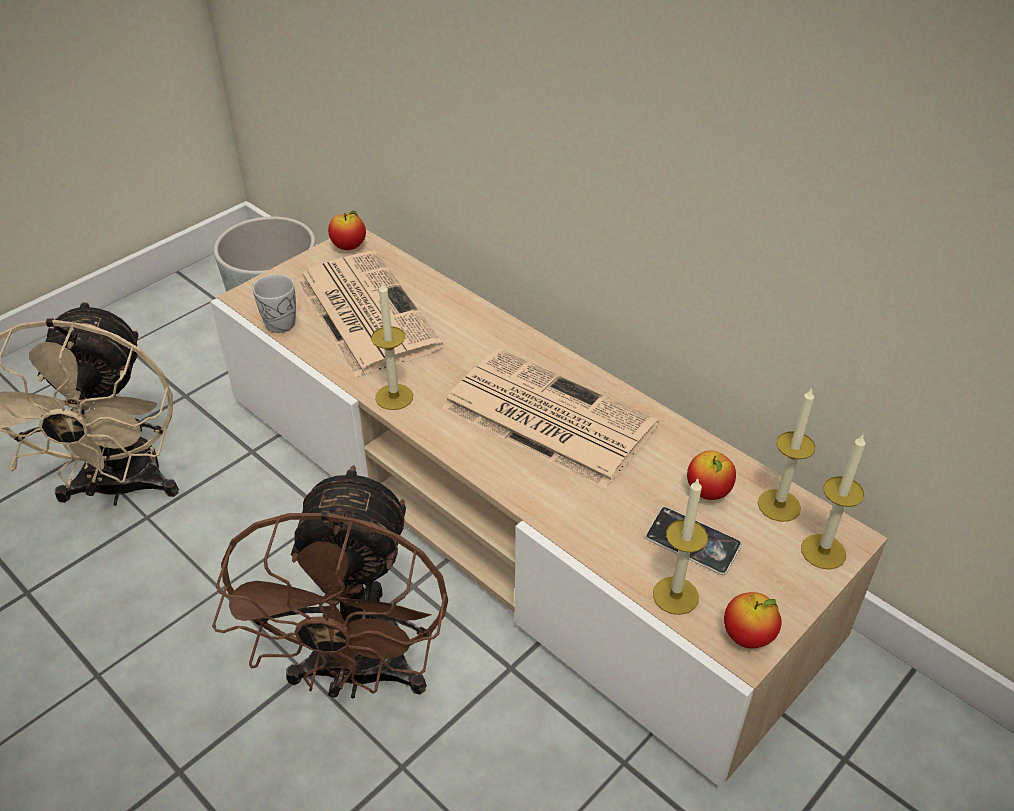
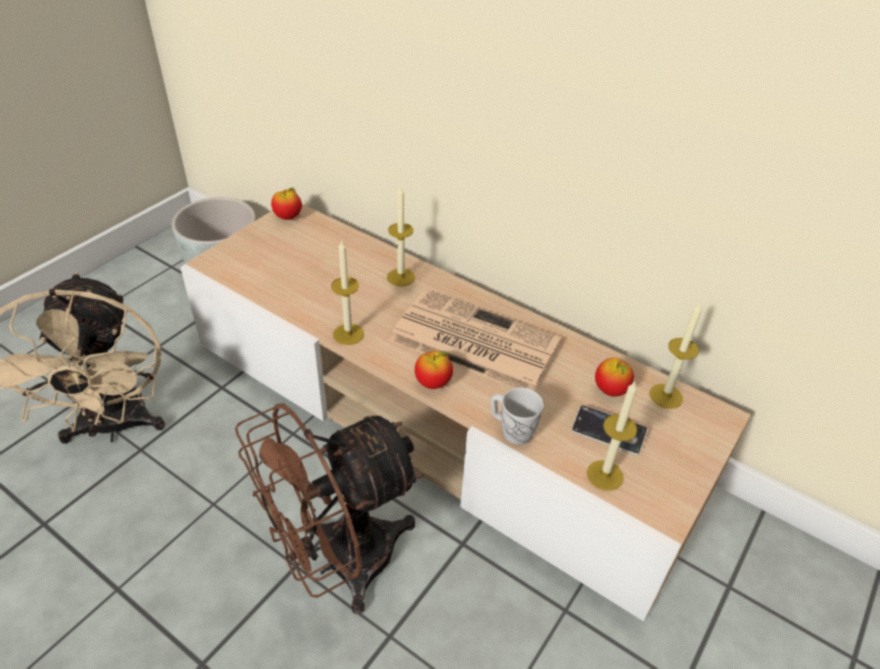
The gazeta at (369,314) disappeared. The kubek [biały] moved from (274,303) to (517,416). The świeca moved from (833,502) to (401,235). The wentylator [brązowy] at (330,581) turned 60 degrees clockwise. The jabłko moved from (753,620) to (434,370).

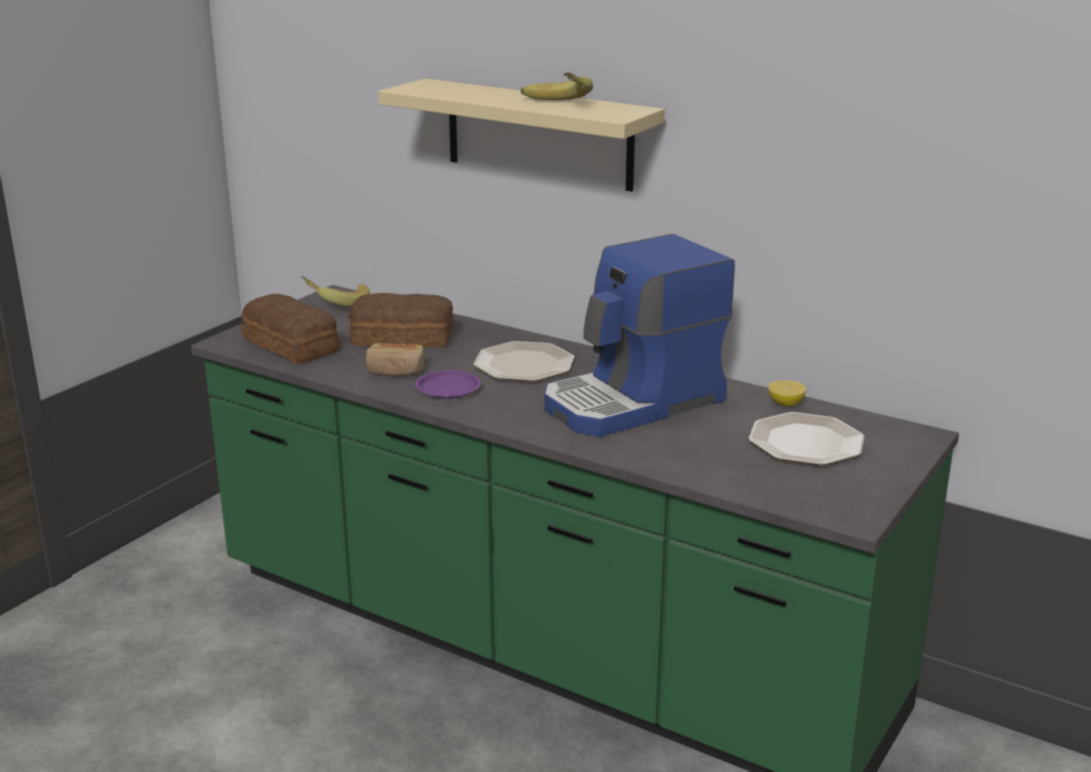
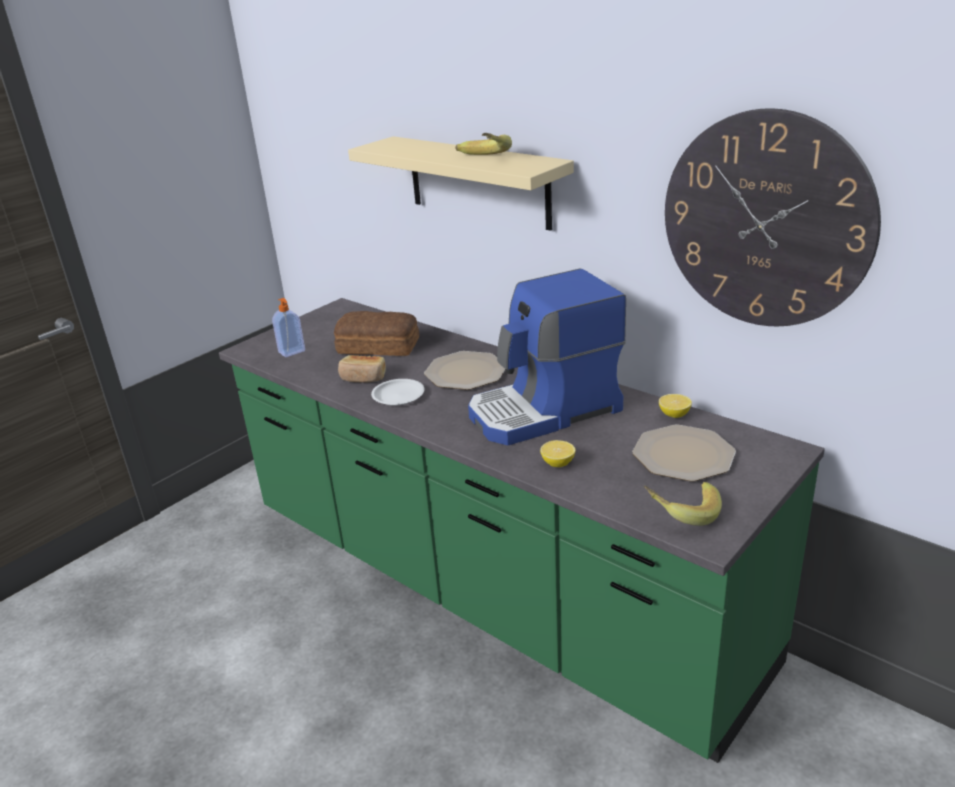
The banan moved from (335,291) to (682,504). The chleb at (290,329) was replaced by the dozownik mydła at (288,327). The talerz [fioletowy] at (448,384) became the talerz [biały] at (398,392). The zegar ścienny at (773,217) appeared. The cytryna at (558,453) appeared.

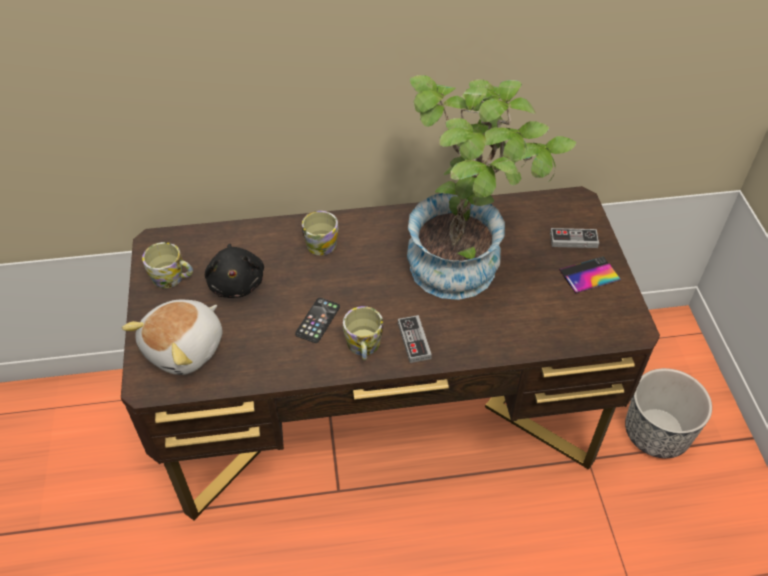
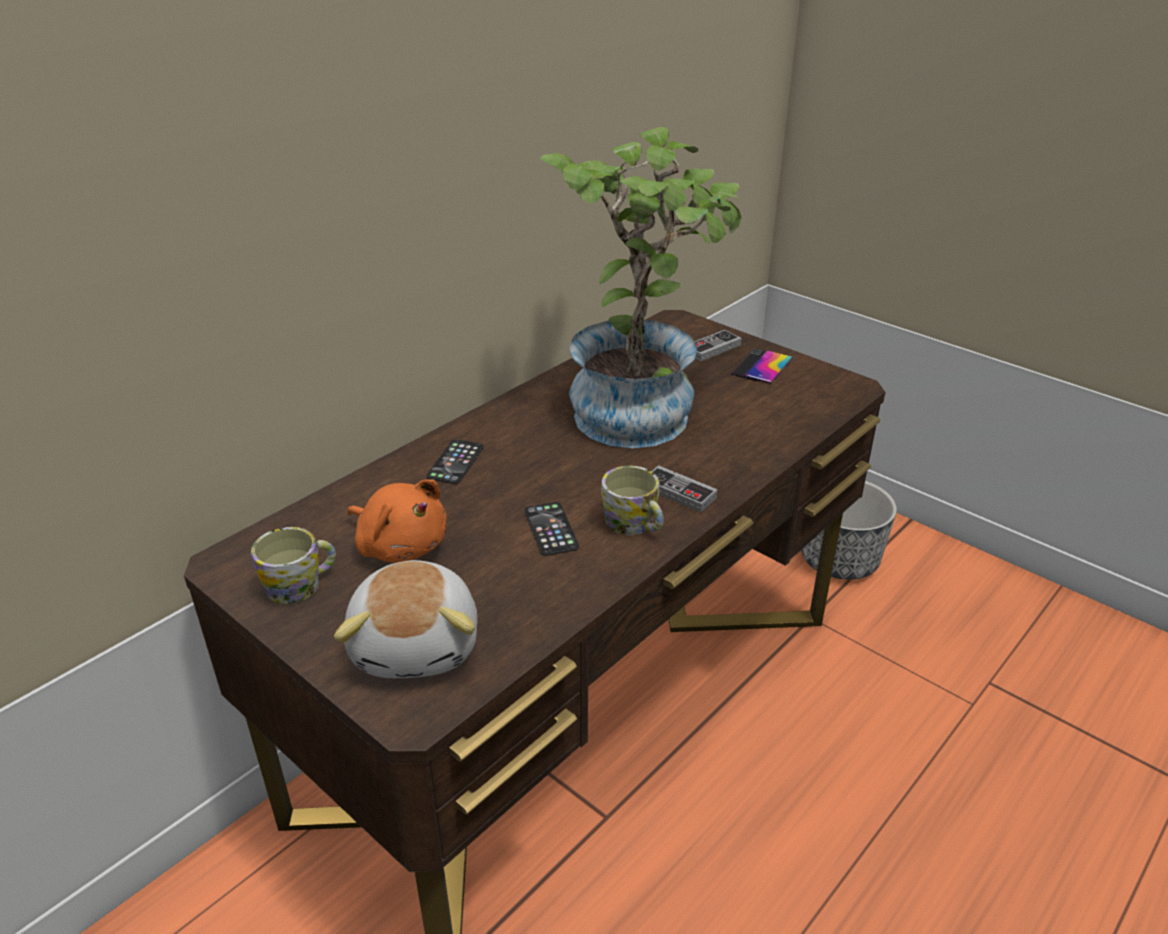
The kubek at (320,233) was replaced by the telefon at (454,461). The pluszak [czarny] at (234,271) became the pluszak [pomarańczowy] at (397,521).

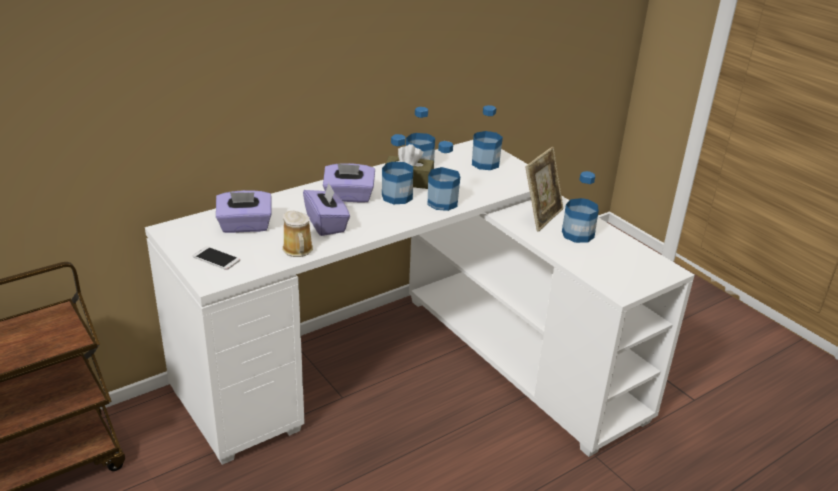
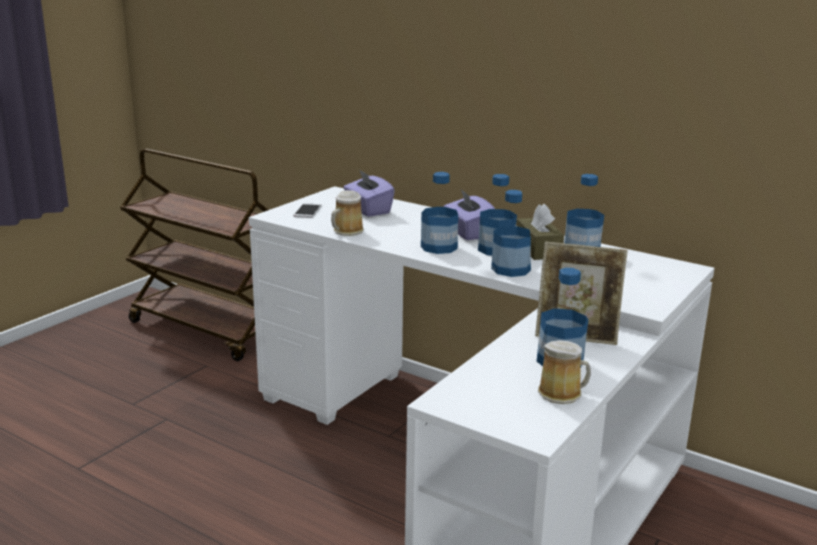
The butelka moved from (487,137) to (439,213). The pudełko chusteczek [fioletowy] at (326,209) disappeared. The kubek at (564,372) appeared.

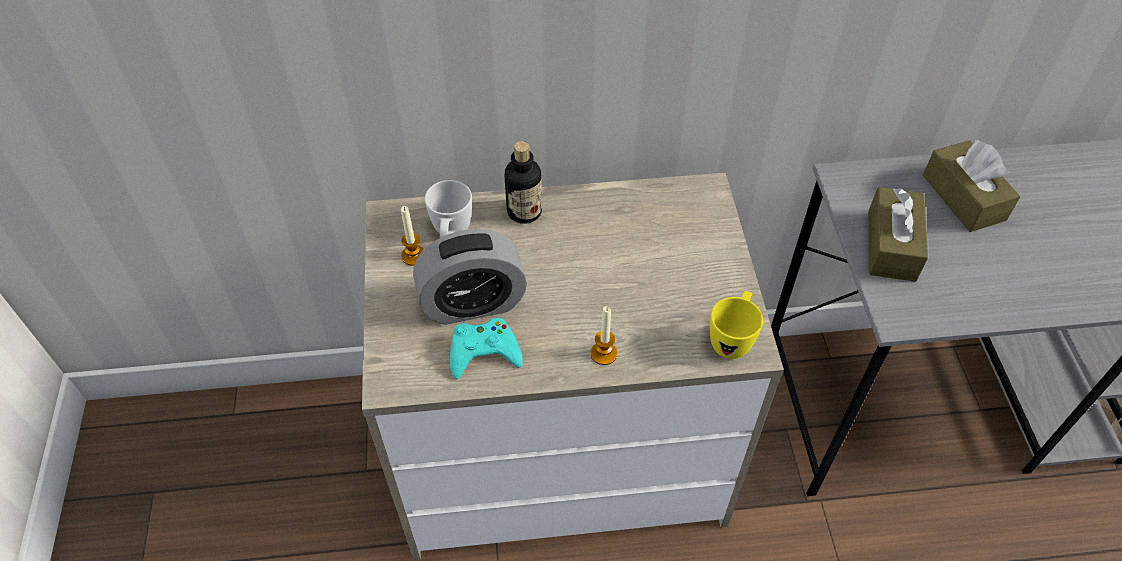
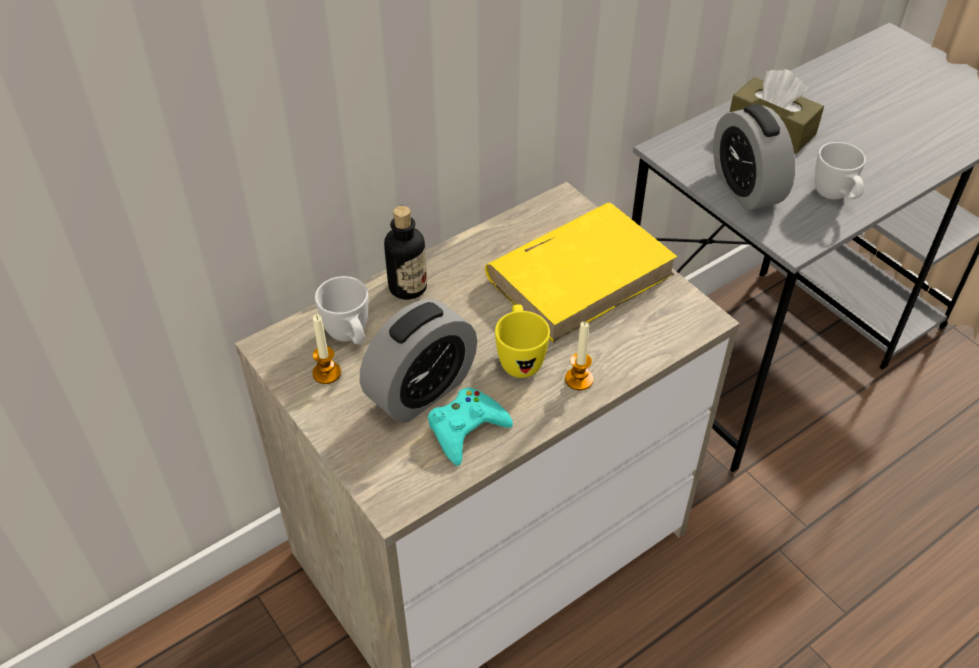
The pudełko chusteczek [brązowy] at (898,234) was replaced by the budzik at (754,157). The kubek [żółty] moved from (736,325) to (522,341). The kubek [biały] at (840,170) appeared. The książka [żółty] at (581,273) appeared.

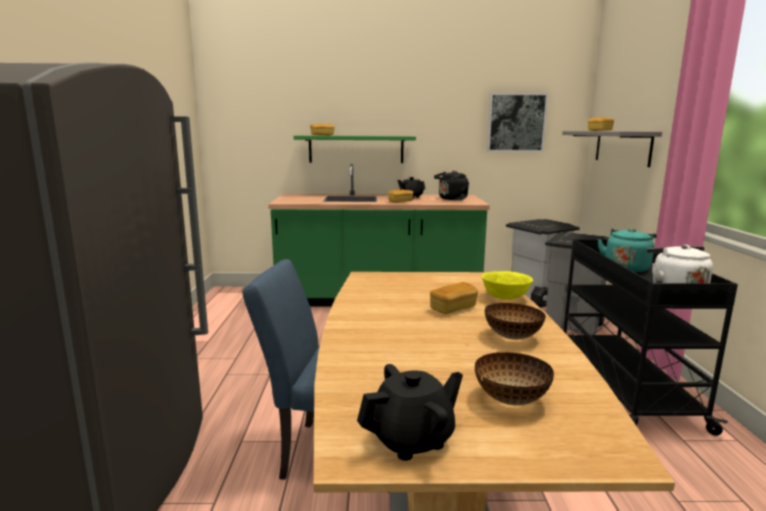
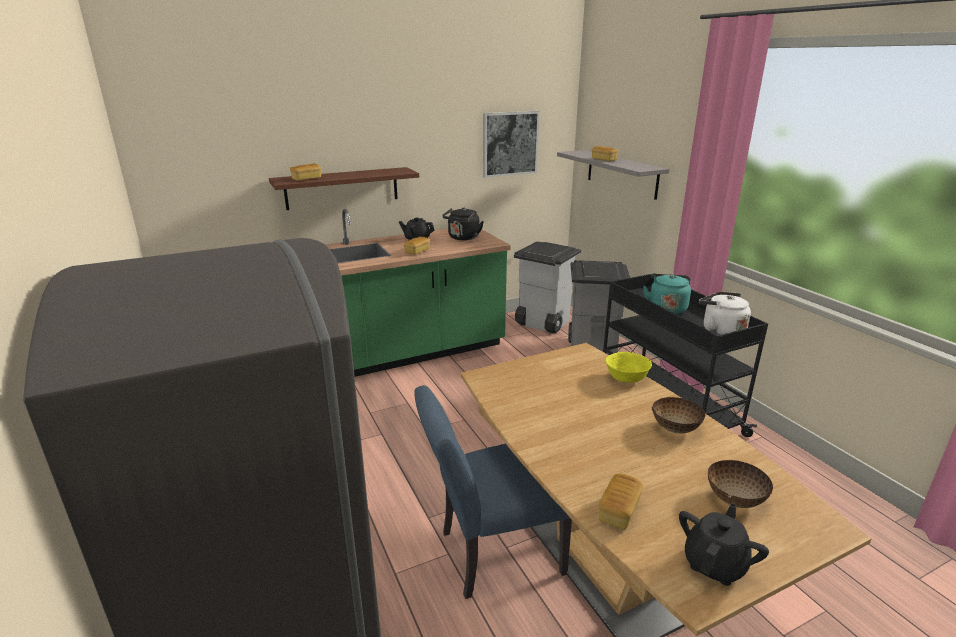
The półka [zielony] at (355,149) became the półka [brązowy] at (344,188). The chleb moved from (454,298) to (621,501).

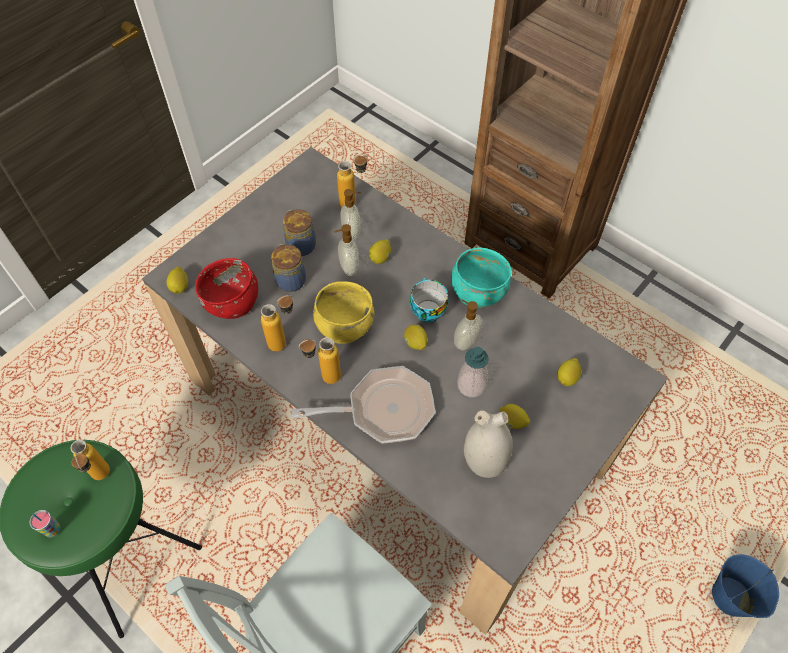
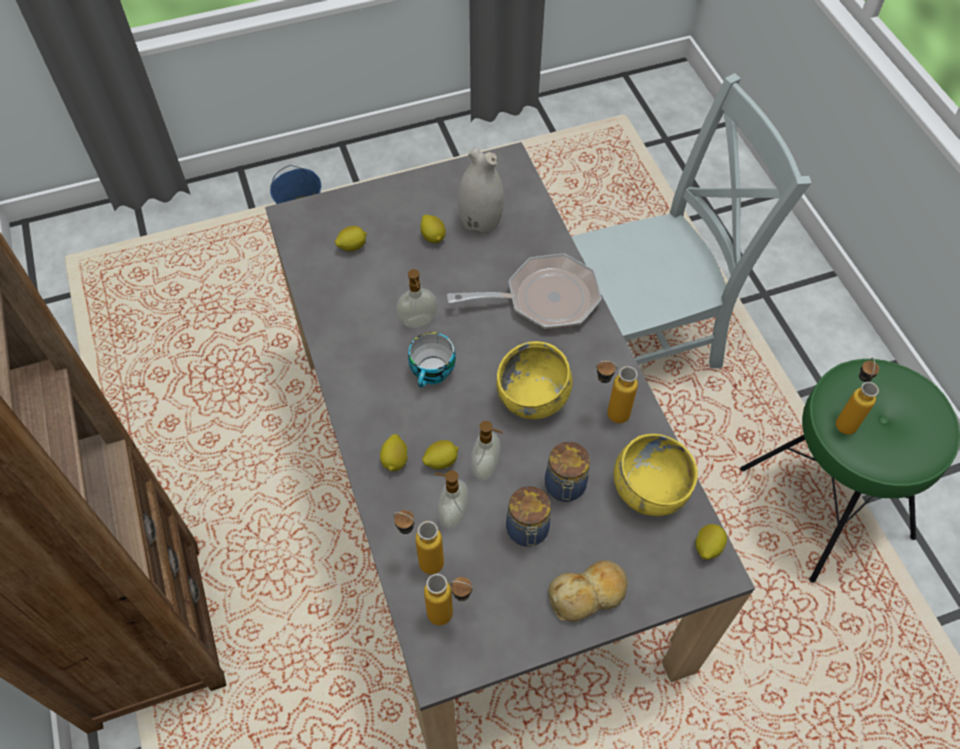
The miska [turkusowy] at (481,277) disappeared. The miska [czerwony] at (226,288) became the miska [żółty] at (655,475). The cytryna moved from (415,337) to (394,452). The butelka moved from (320,360) to (448,599). The dozownik mydła at (473,372) disappeared. The patelnia at (364,405) turned 150 degrees clockwise. The filiżanka at (45,523) disappeared. The chleb at (588,590) appeared.

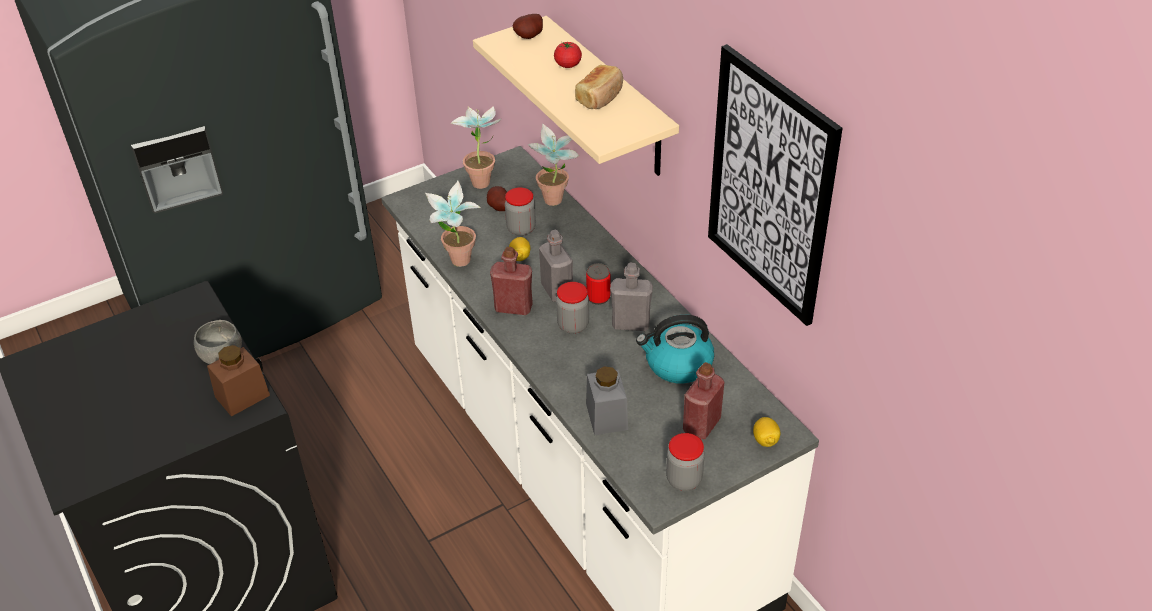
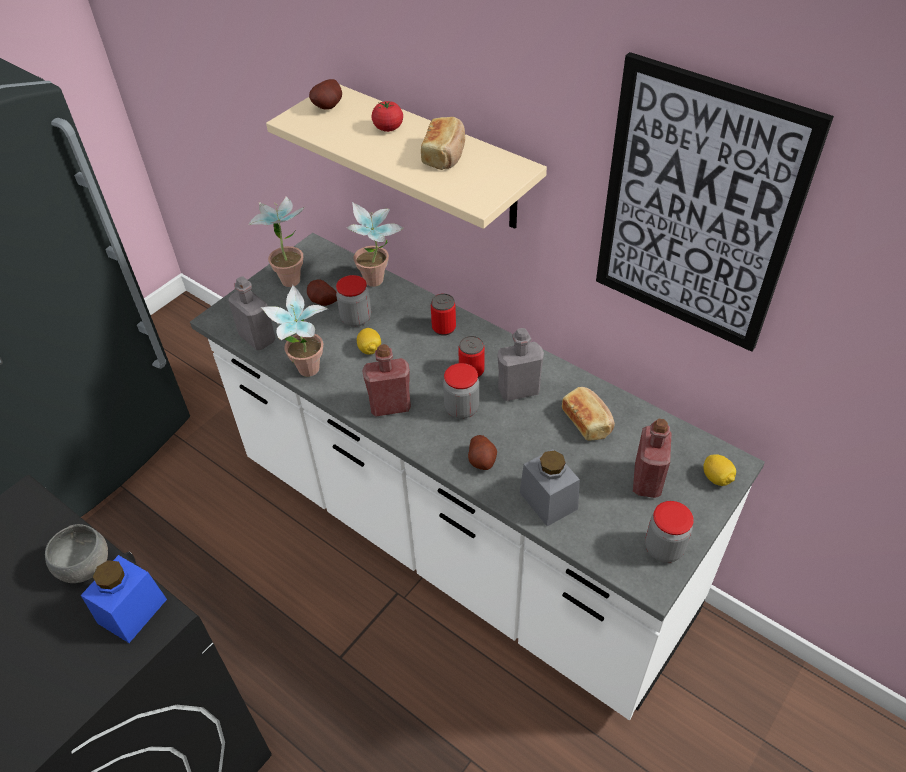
The butelka [szary] moved from (556,266) to (252,313). The czajnik at (675,349) was replaced by the chleb at (588,414). The słoik [brązowy] at (238,381) became the słoik [niebieski] at (124,599). The puszka at (443,314) appeared. The ziemniak at (482,452) appeared.

